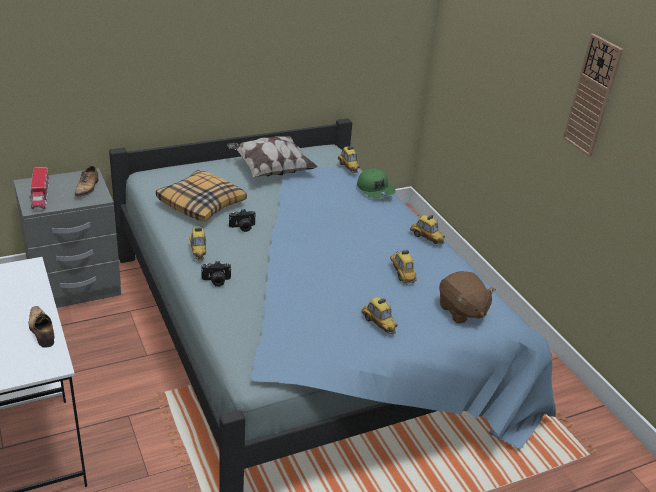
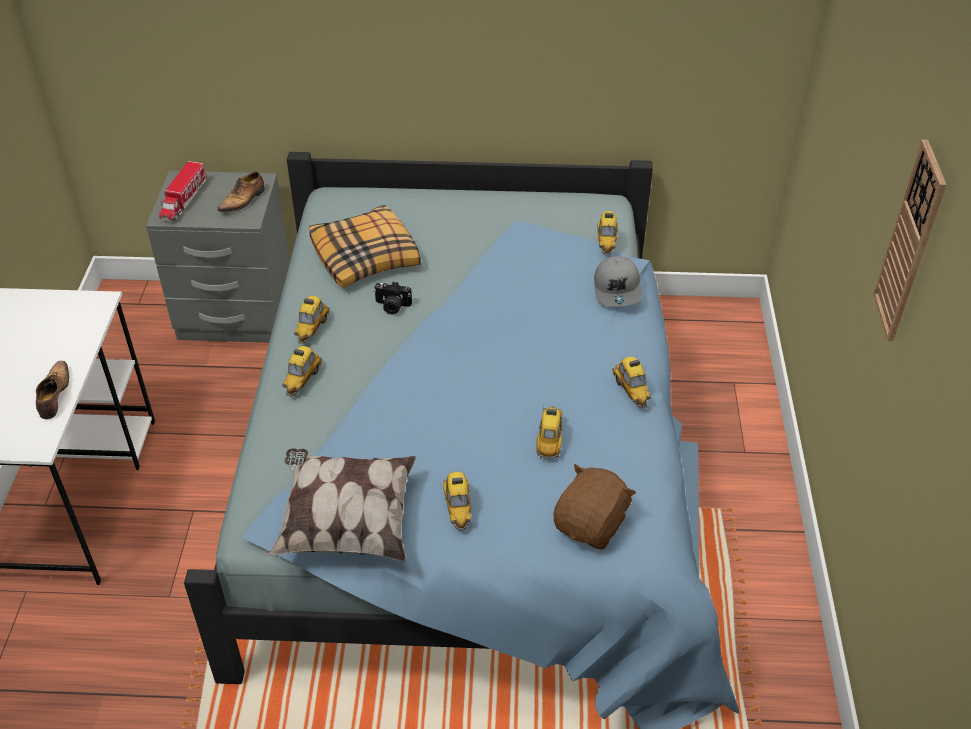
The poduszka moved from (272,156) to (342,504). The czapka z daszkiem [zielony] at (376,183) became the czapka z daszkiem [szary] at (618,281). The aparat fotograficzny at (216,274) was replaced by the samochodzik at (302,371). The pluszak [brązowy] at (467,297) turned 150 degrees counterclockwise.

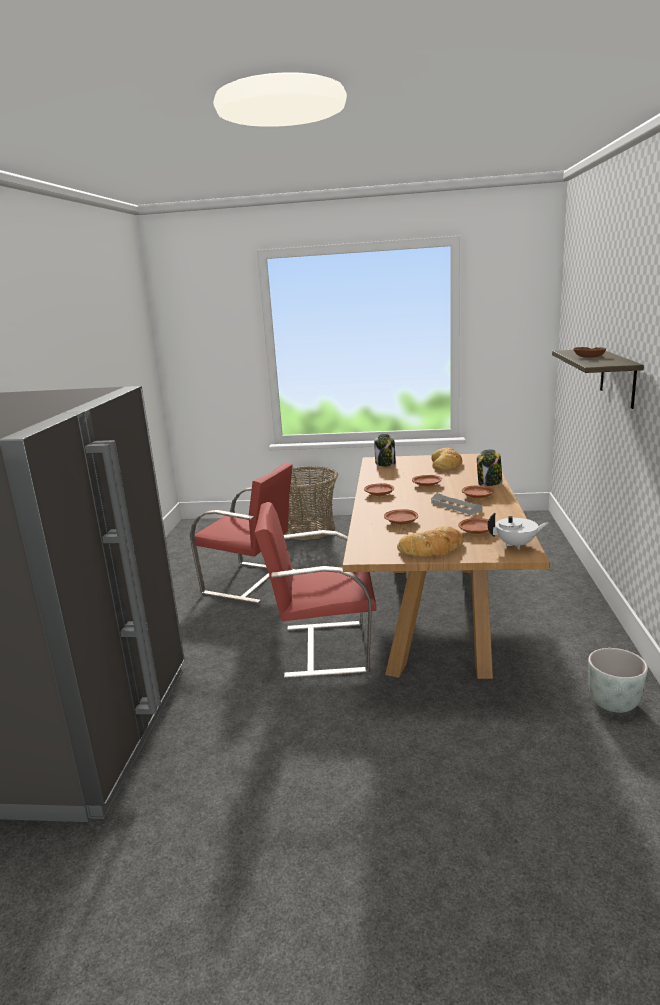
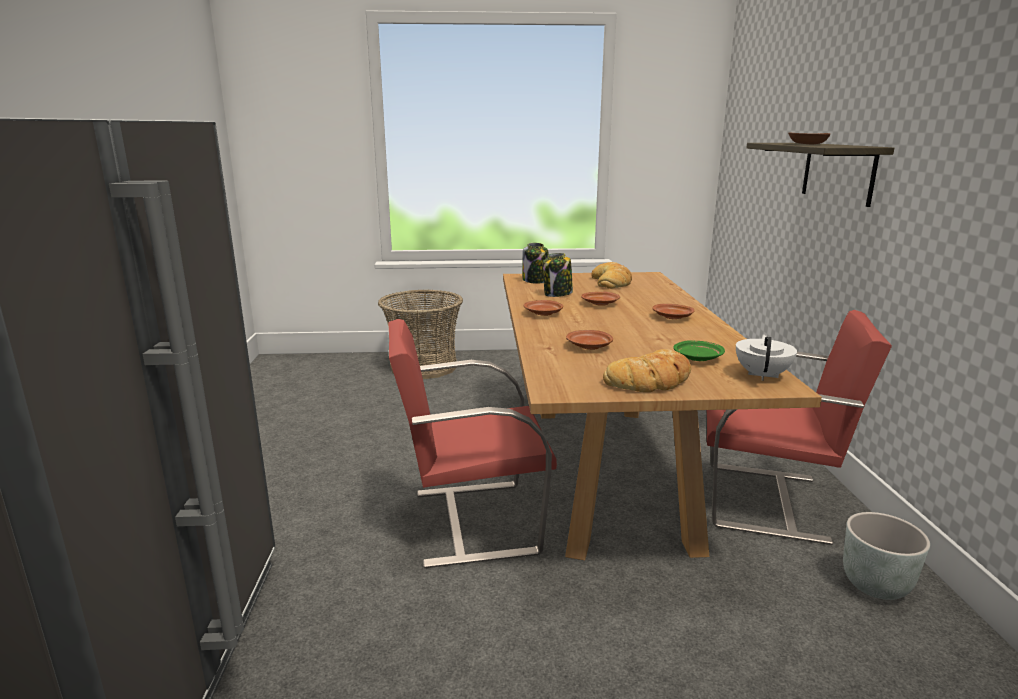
The słoik moved from (489,467) to (558,275). The krzesło [czerwony] moved from (242,533) to (799,427). The taca [szary] at (456,504) disappeared. The imbryk [biały] at (518,531) turned 60 degrees counterclockwise. The talerz [brązowy] at (473,526) became the talerz [zielony] at (699,350).

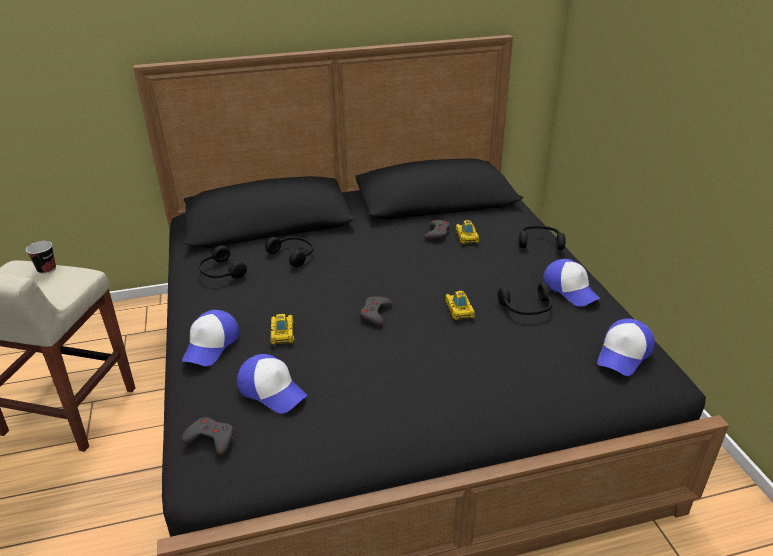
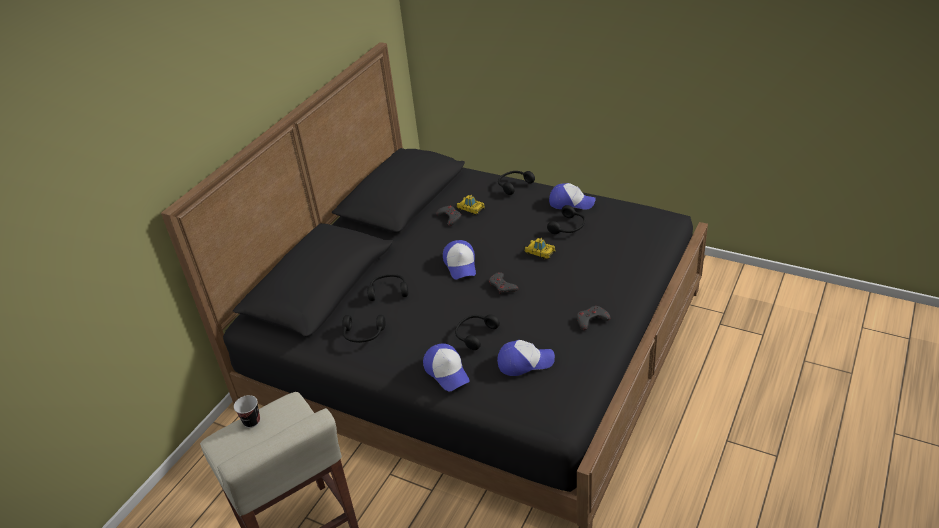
The samochodzik at (282,330) was replaced by the słuchawki [czarny] at (477,332). The czapka z daszkiem moved from (626,347) to (459,259). The pad do gier [szary] moved from (207,436) to (594,318).

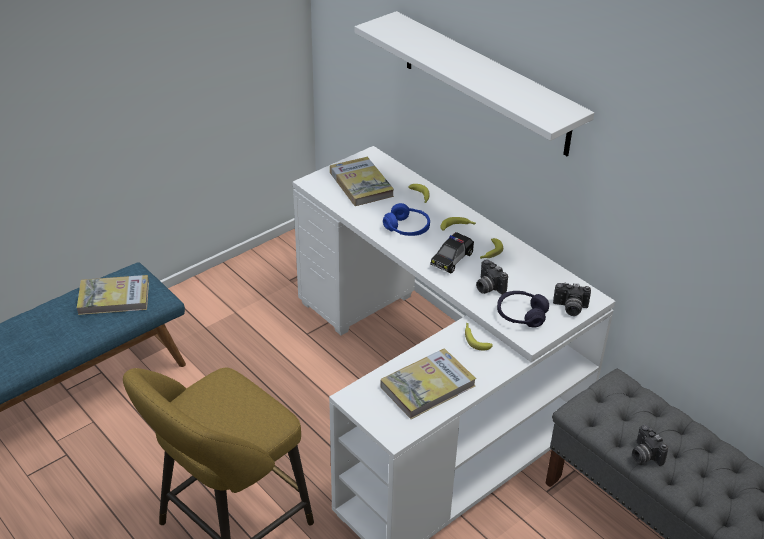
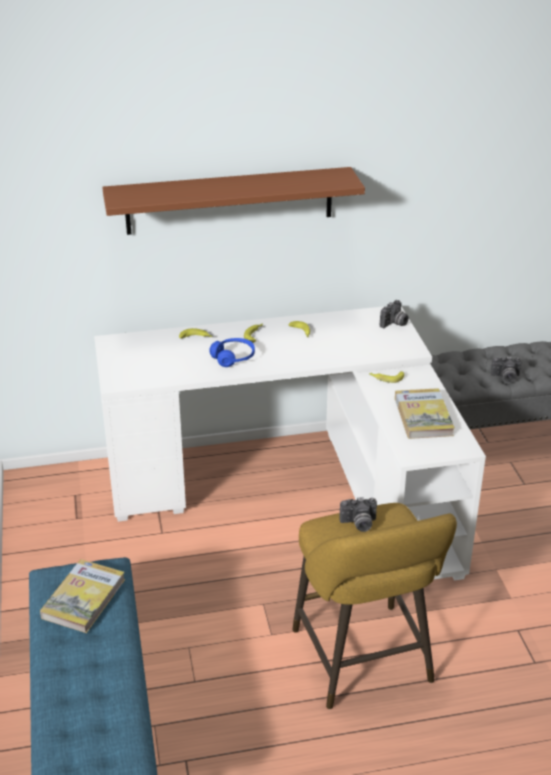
The półka [biały] at (474,83) became the półka [brązowy] at (233,201). The książka at (362,181) disappeared. The samochodzik at (452,252) disappeared. The aparat fotograficzny moved from (492,277) to (358,514). The słuchawki [fioletowy] at (523,309) disappeared.

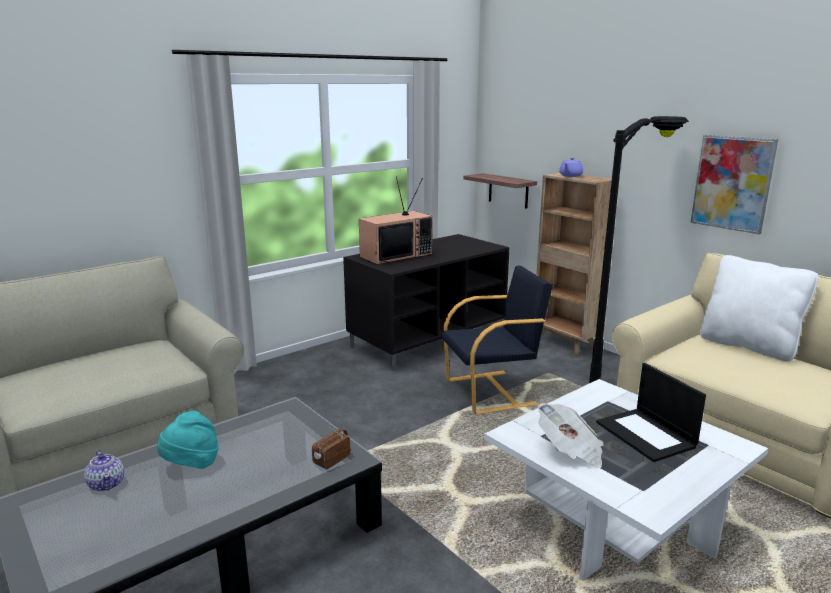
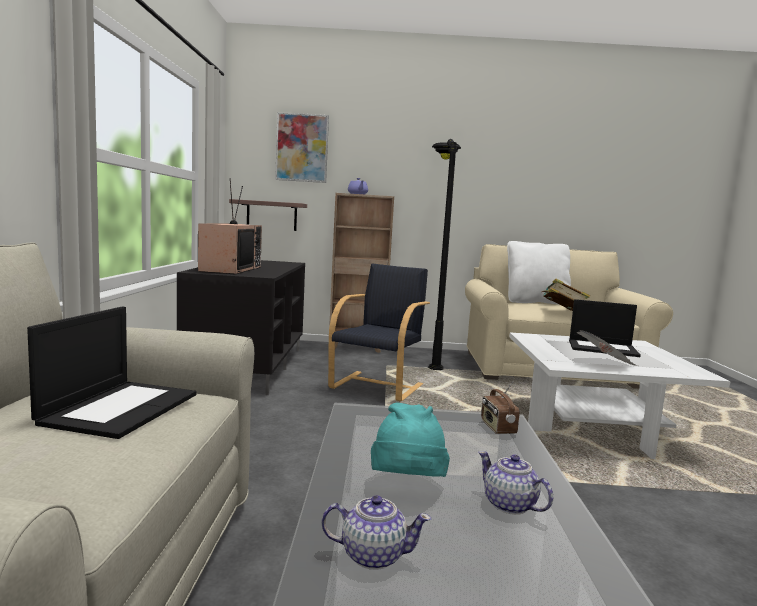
The obraz moved from (734,184) to (302,147). The książka at (566,295) appeared. The laptop at (112,372) appeared. The imbryk at (515,483) appeared.

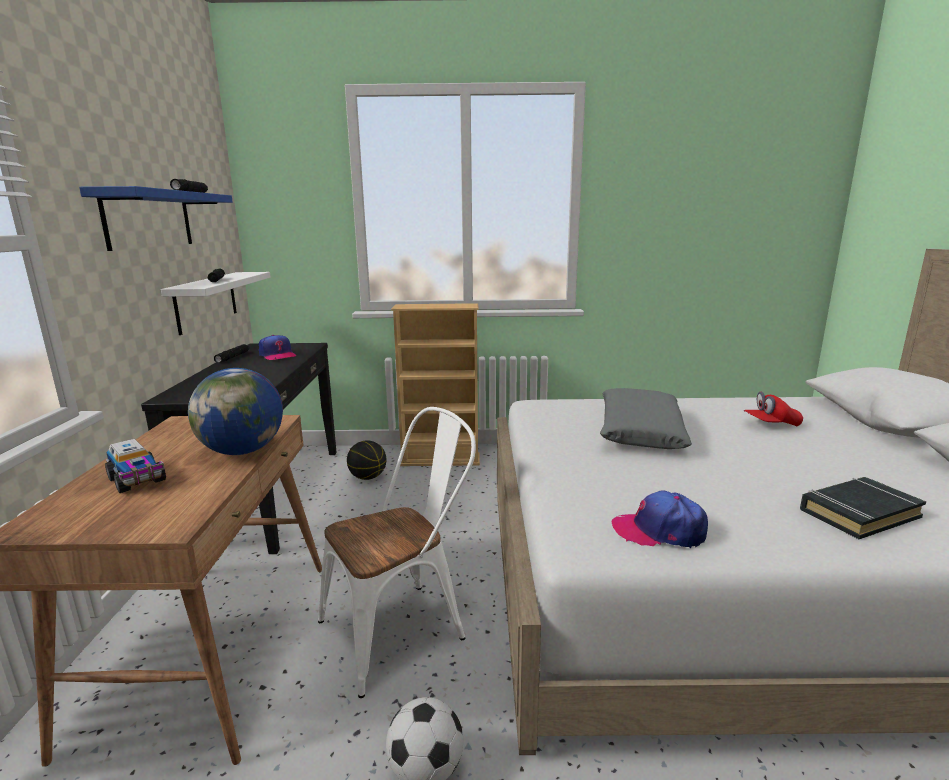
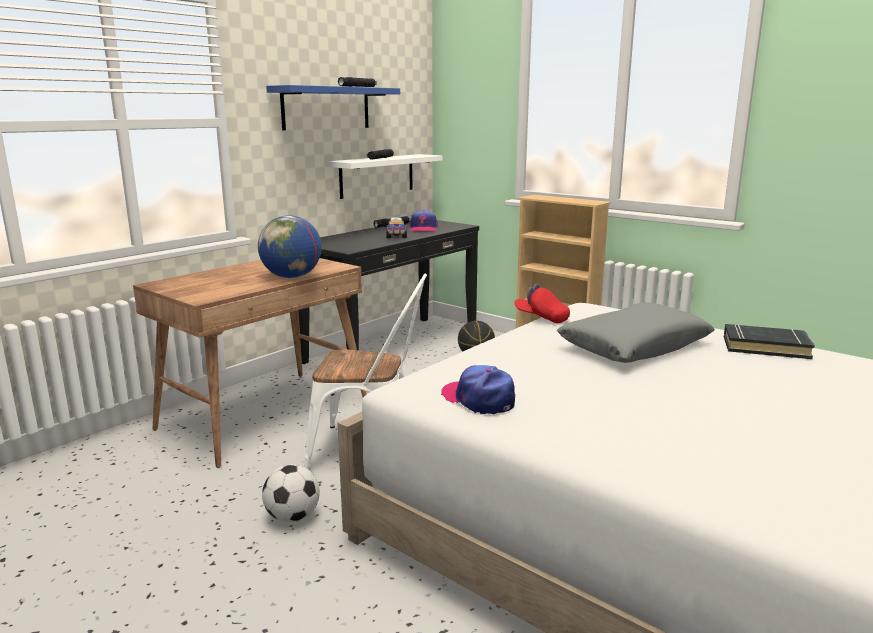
The czapka z daszkiem [czerwony] moved from (773,409) to (542,303). The ciężarówka zabawkowa moved from (135,466) to (396,228). The książka [czarny] moved from (863,508) to (769,341).

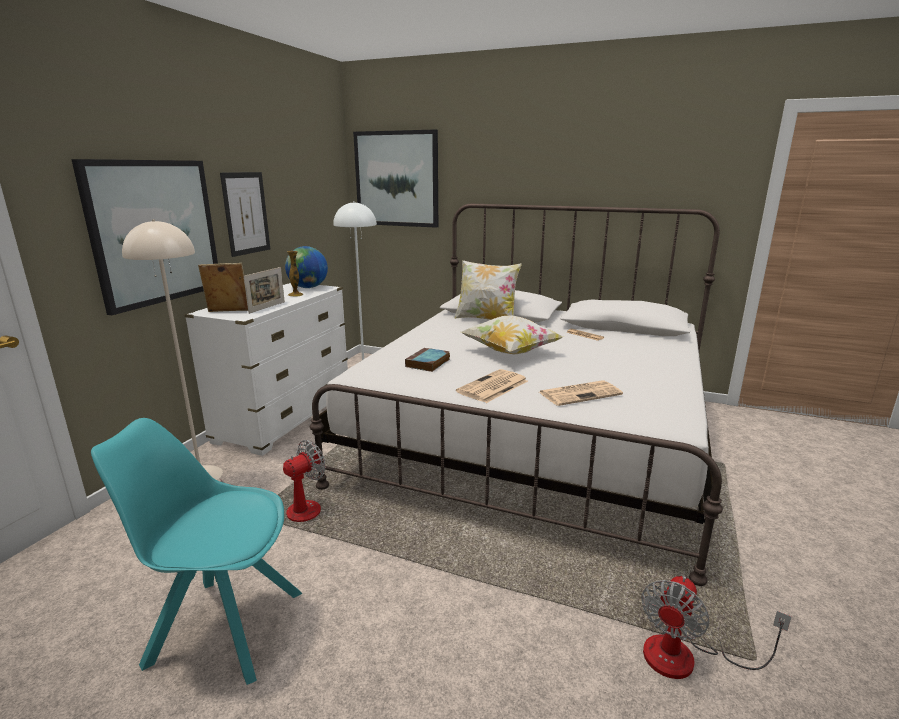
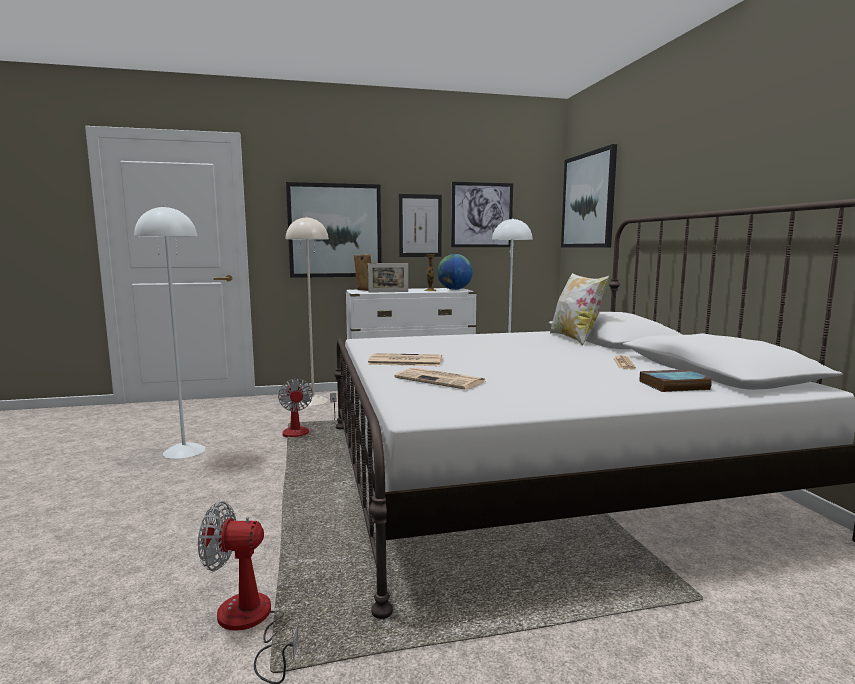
The poduszka at (513,334) disappeared. The książka moved from (427,359) to (676,380). The krzesło [turkusowy] at (197,551) was replaced by the lampa stojąca [biały] at (169,332). The wentylator at (273,481) turned 60 degrees clockwise. The obraz at (482,214) appeared.

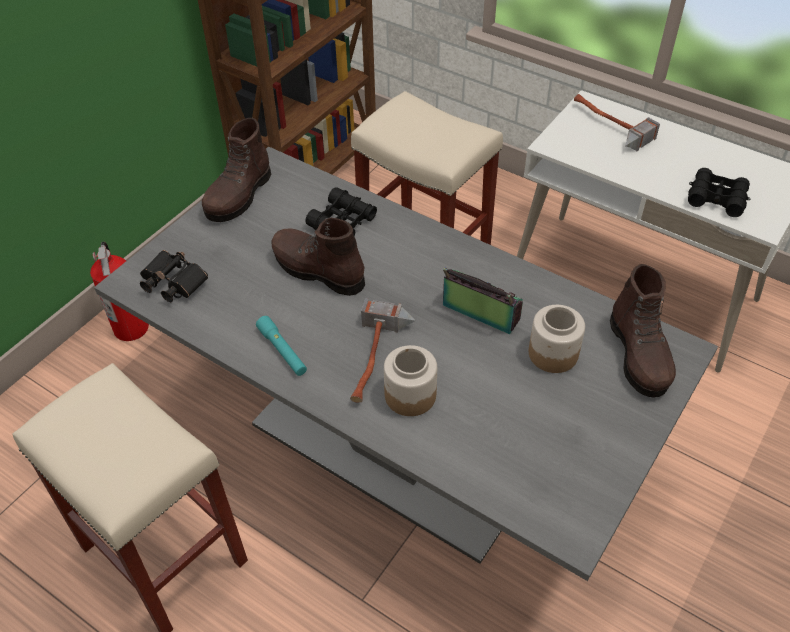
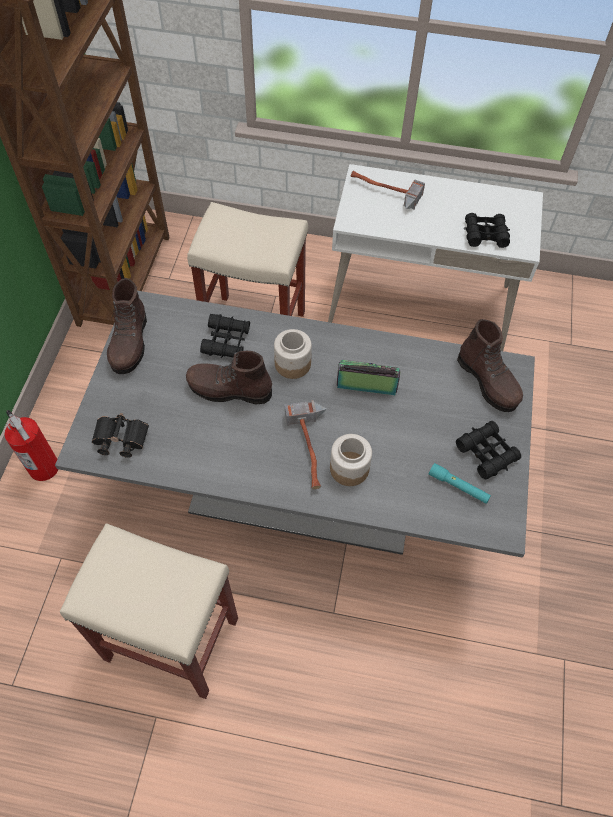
The słoik moved from (557,339) to (293,354). The latarka [turkusowy] moved from (281,346) to (460,483). The lornetka [czarny] at (488,450) appeared.

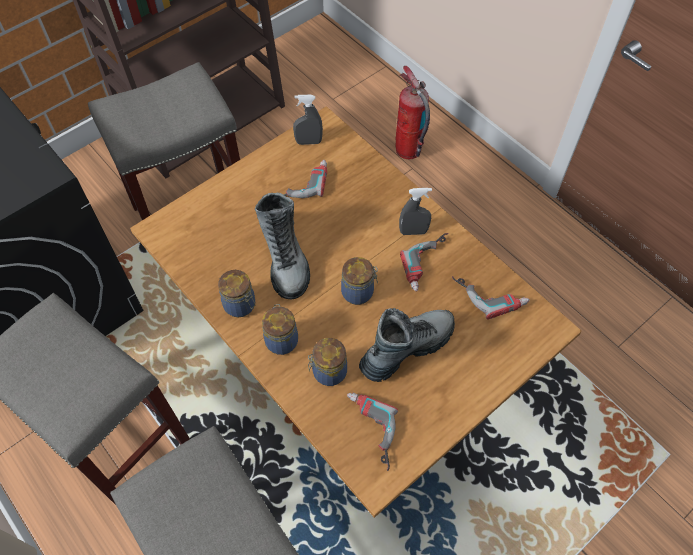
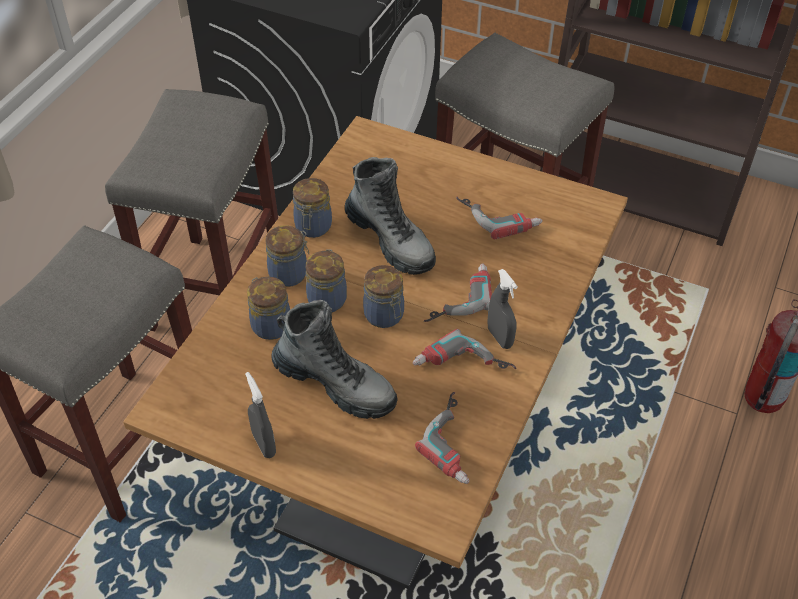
The spryskiwacz [szary] moved from (308,120) to (260,415). The but z cholewką at (282,246) turned 90 degrees counterclockwise. The wiertarka moved from (372,432) to (458,293). The słoik at (326,280) appeared.

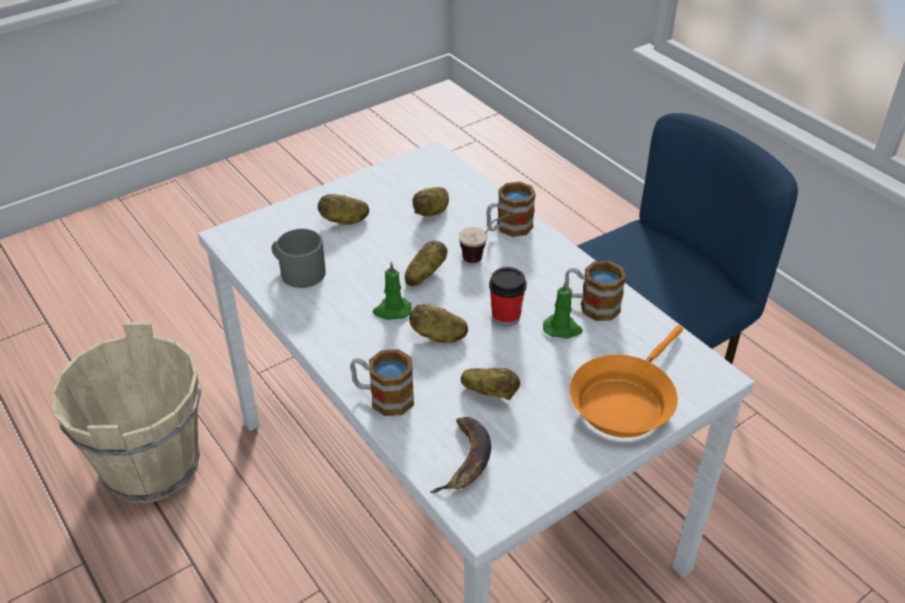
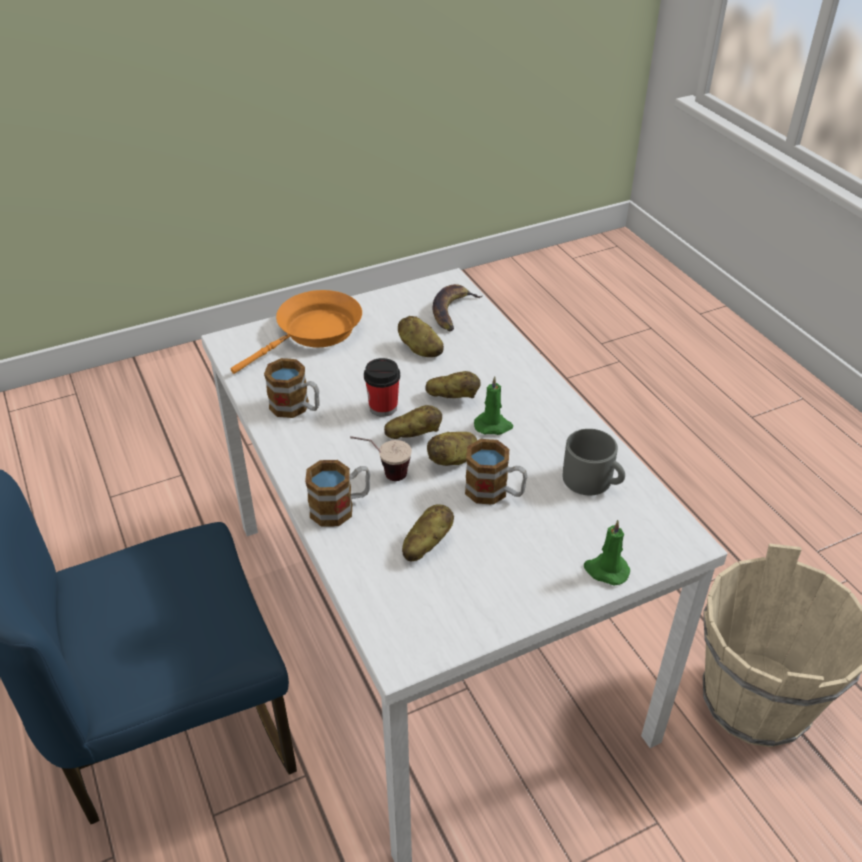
The ziemniak moved from (343,209) to (413,422). The świeca [zielony] moved from (563,309) to (607,552). The kubek moved from (382,382) to (496,472).

